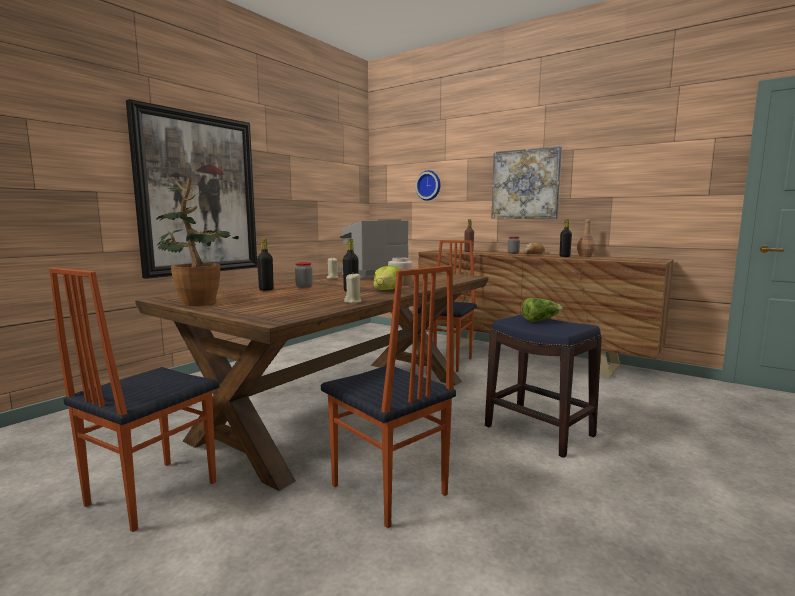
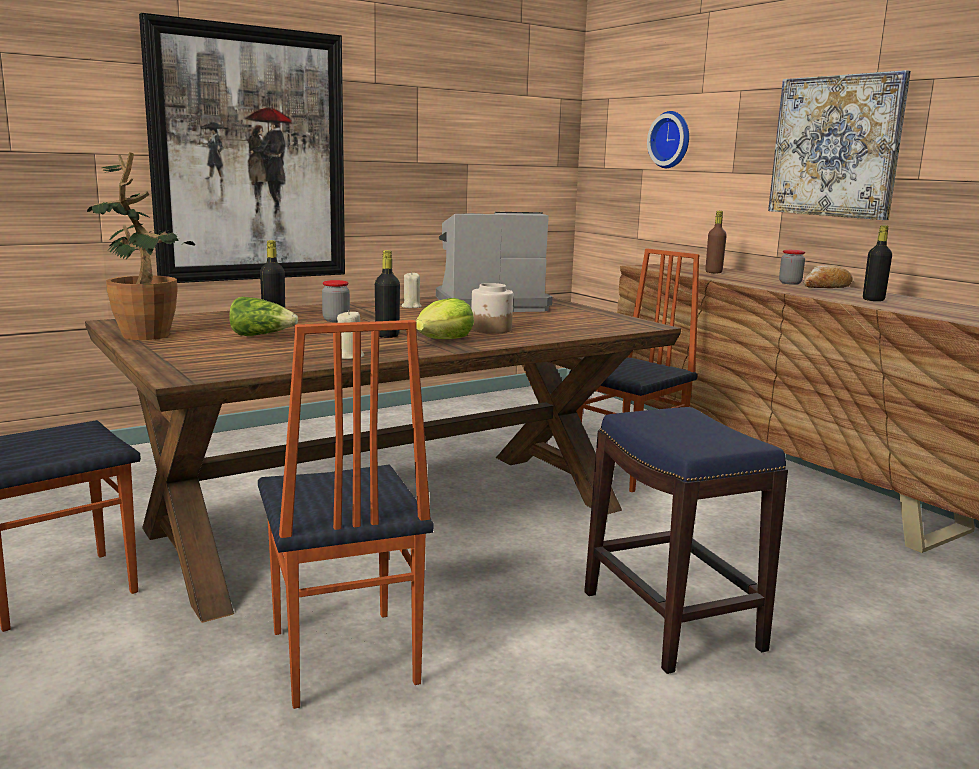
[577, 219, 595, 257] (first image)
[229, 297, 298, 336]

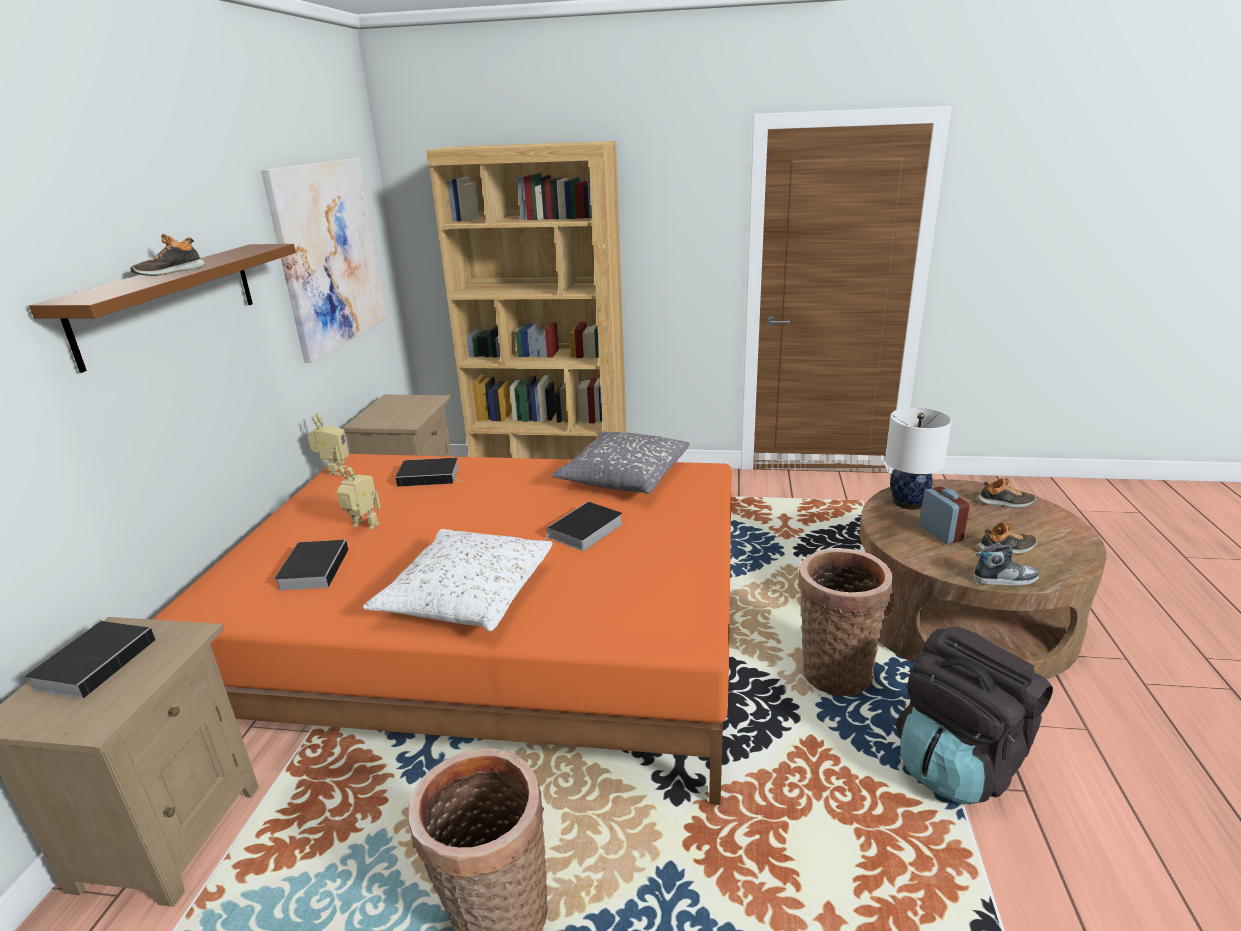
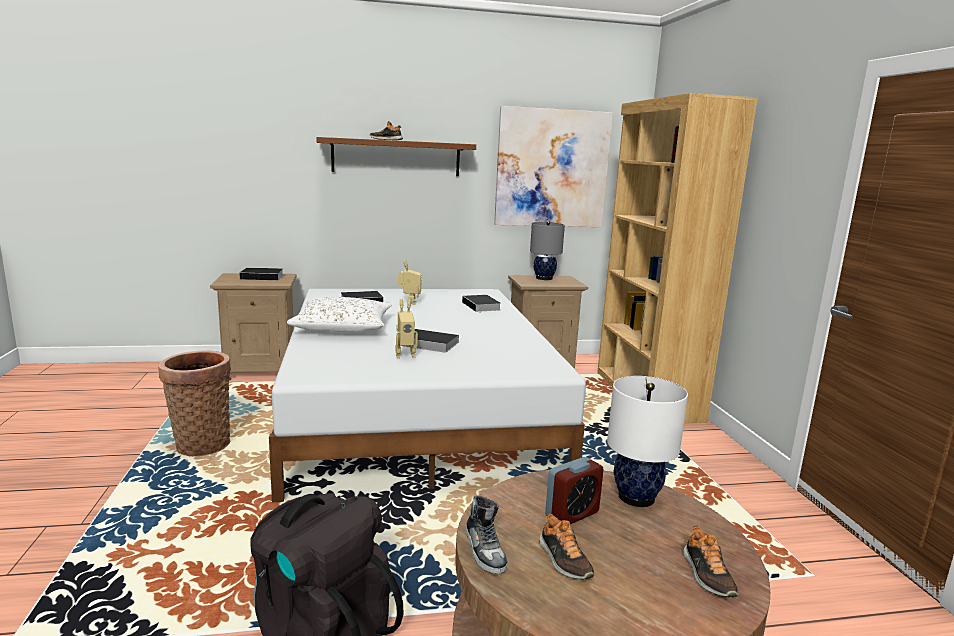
[552, 431, 690, 494] (first image)
[798, 548, 893, 696] (first image)
[530, 221, 565, 280]
[395, 299, 418, 358]
[269, 289, 586, 502]

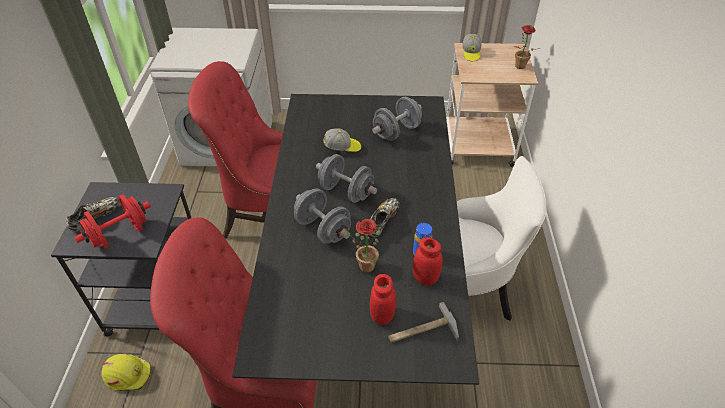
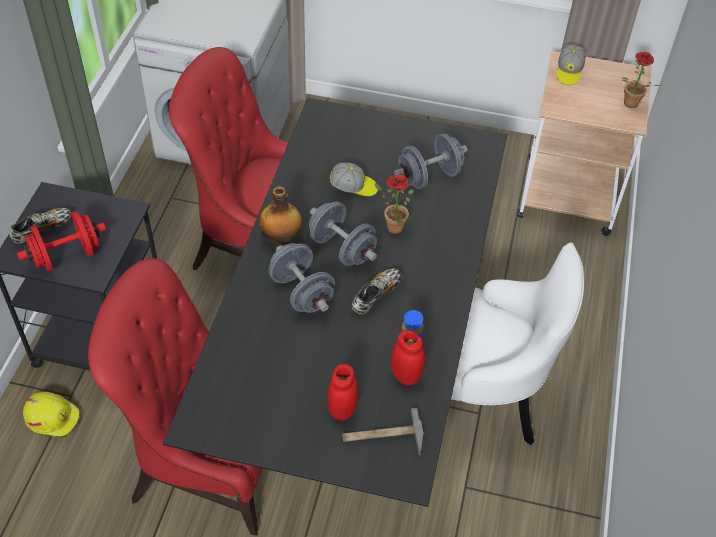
[258, 186, 302, 247]
[375, 175, 414, 234]

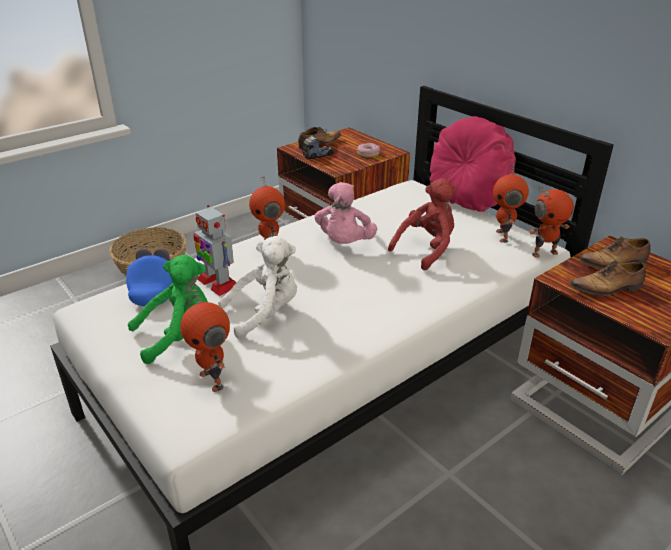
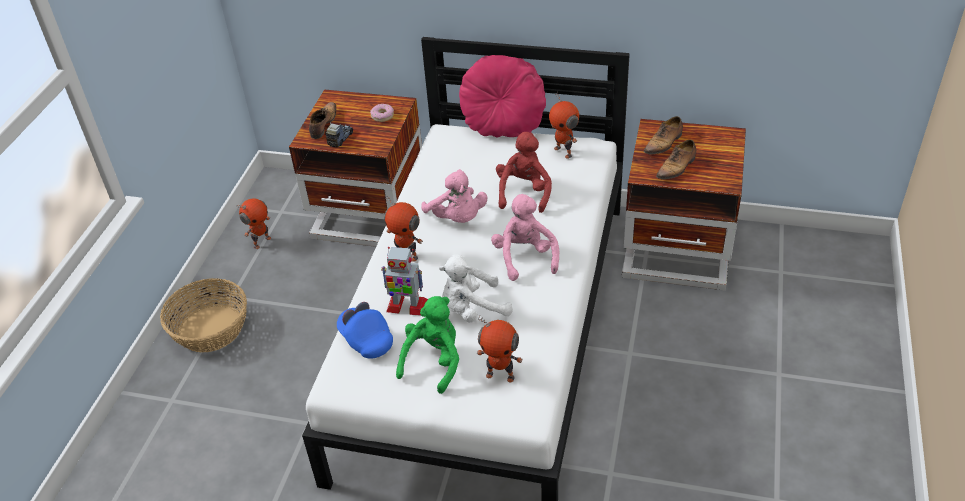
[491, 194, 559, 281]
[237, 198, 271, 249]
[439, 254, 513, 323]

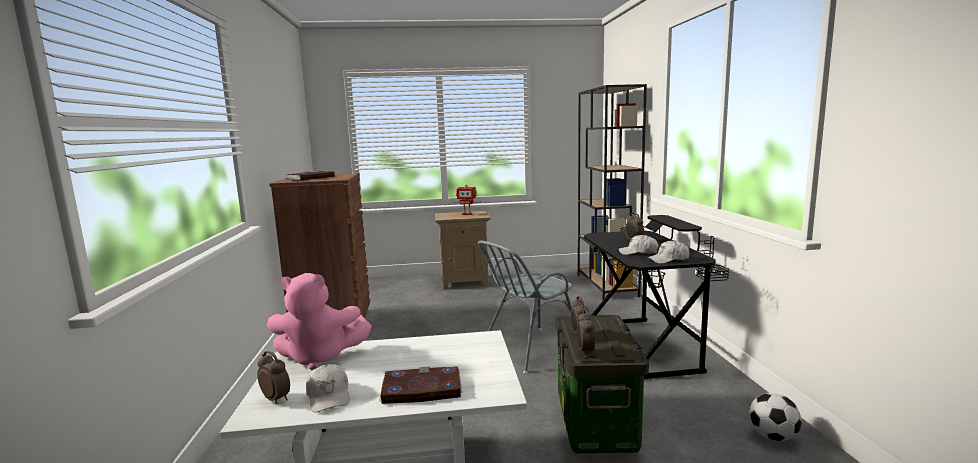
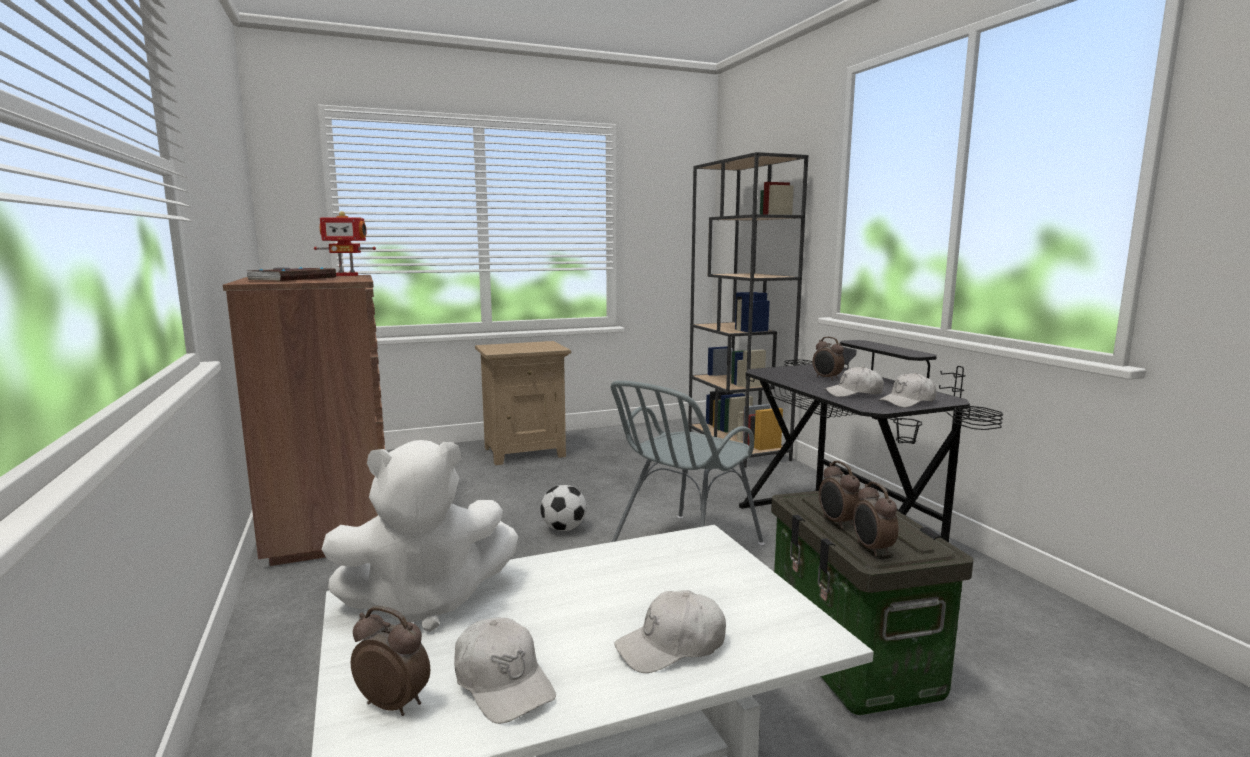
[314, 211, 376, 276]
[540, 485, 587, 531]
[614, 590, 726, 673]
[322, 440, 518, 632]

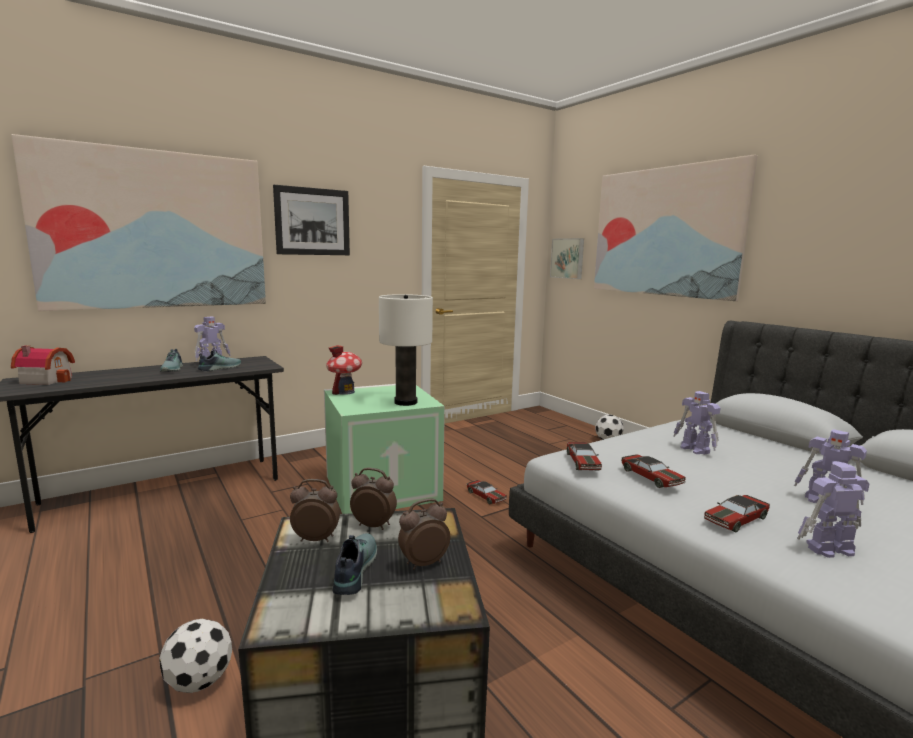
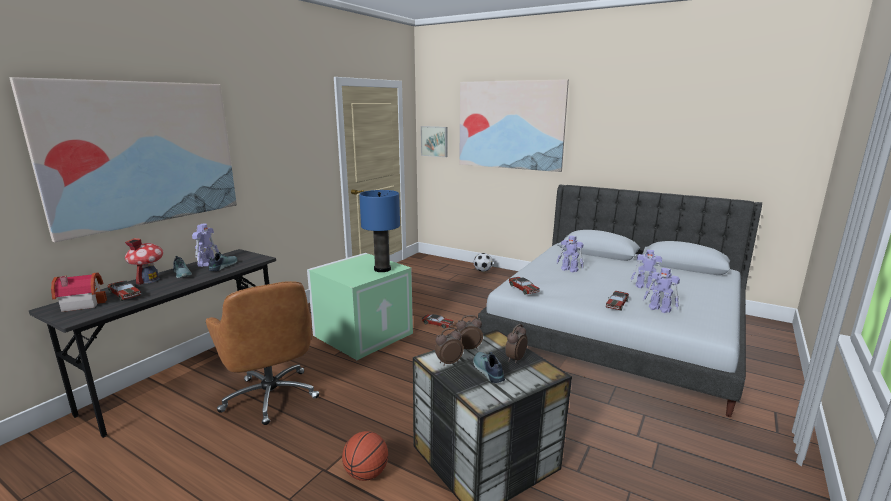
[273, 185, 350, 255] (first image)
[206, 281, 319, 425]
[125, 238, 163, 285]
[108, 281, 141, 301]
[342, 431, 388, 481]
[359, 190, 400, 272]
[643, 268, 680, 313]

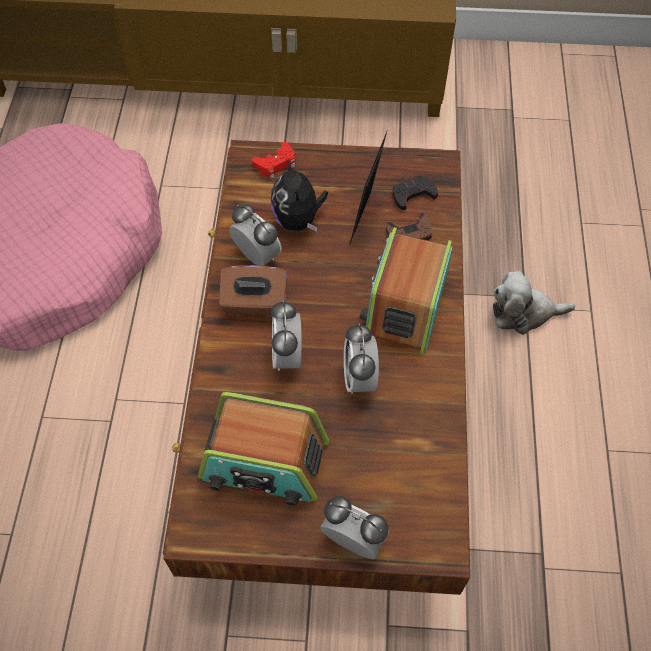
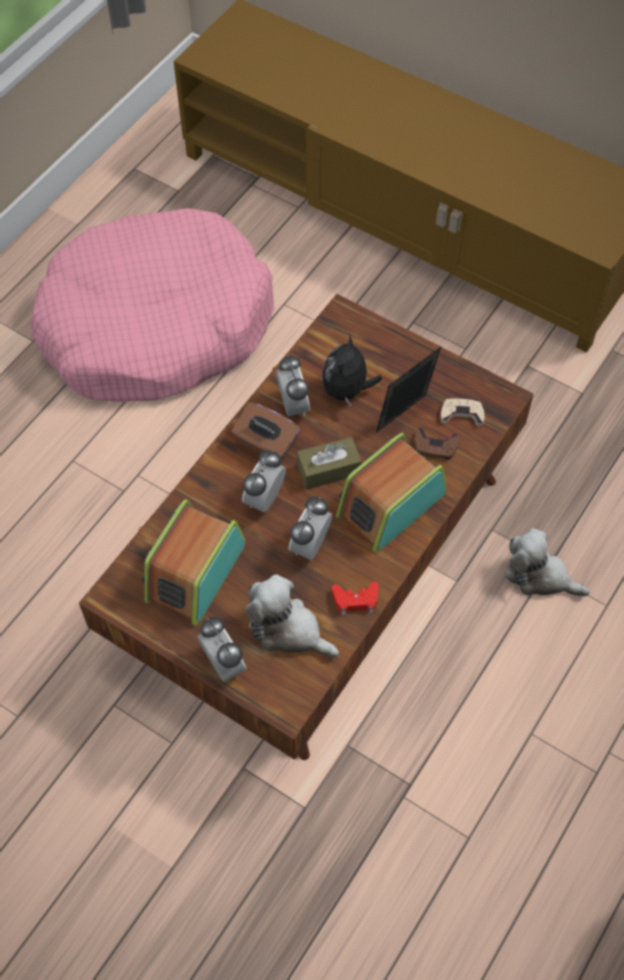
[245, 574, 339, 658]
[297, 437, 362, 489]
[332, 581, 379, 615]
[440, 398, 485, 427]
[141, 499, 246, 626]

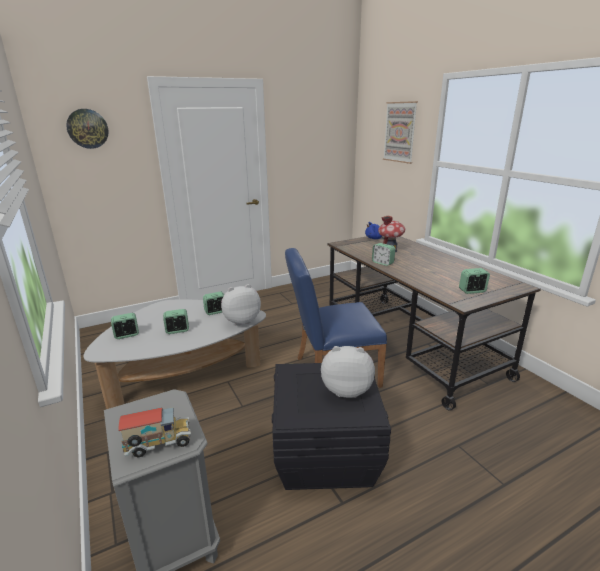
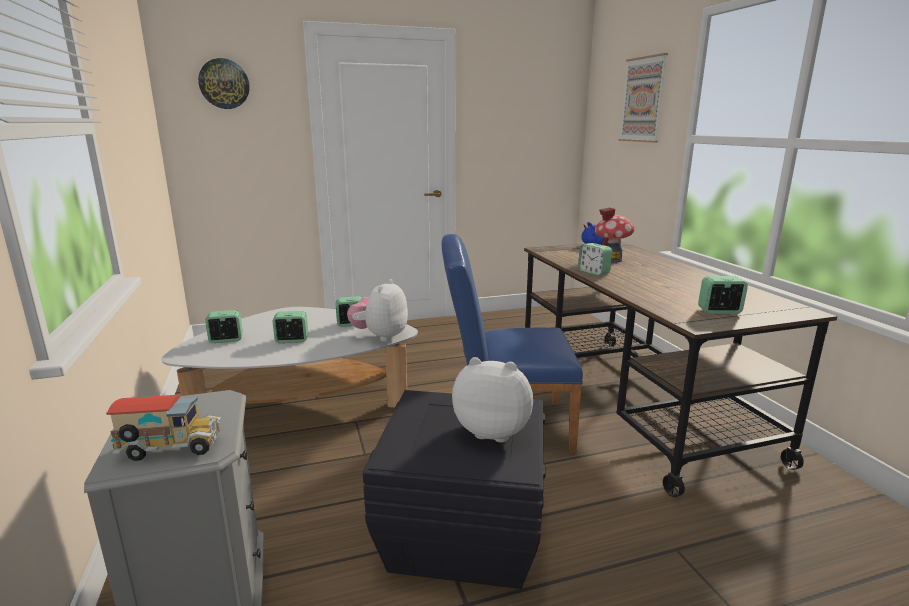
[347, 279, 408, 341]

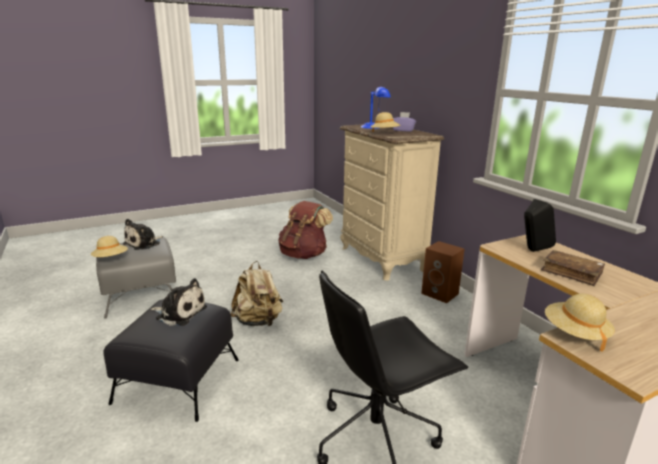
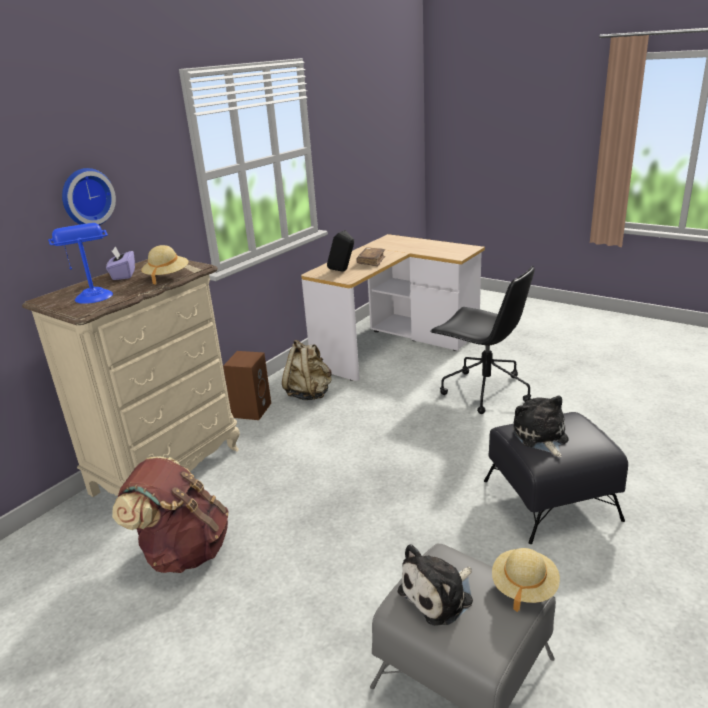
[545, 294, 615, 352] (first image)
[62, 168, 116, 225]
[282, 340, 332, 400]
[397, 544, 473, 626]

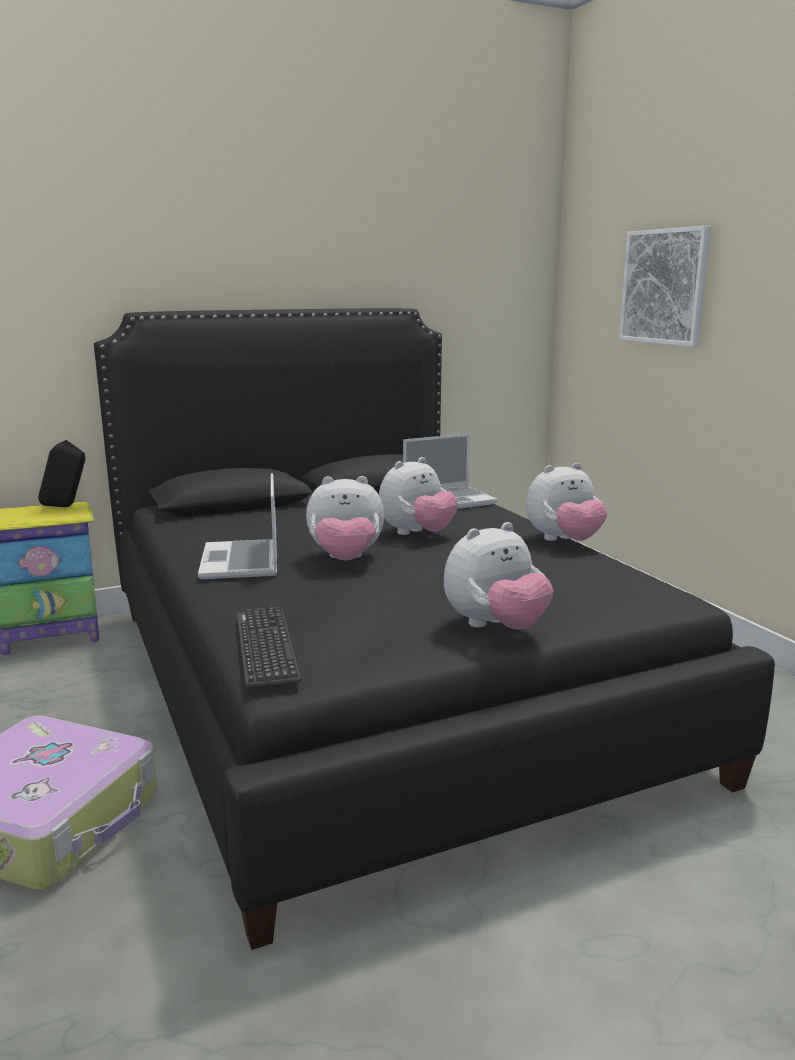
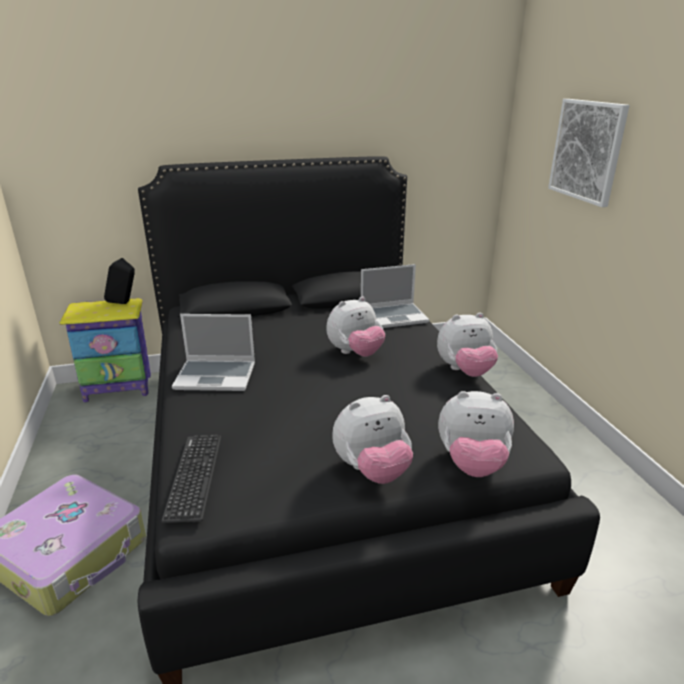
[438, 391, 514, 477]
[172, 314, 255, 391]

